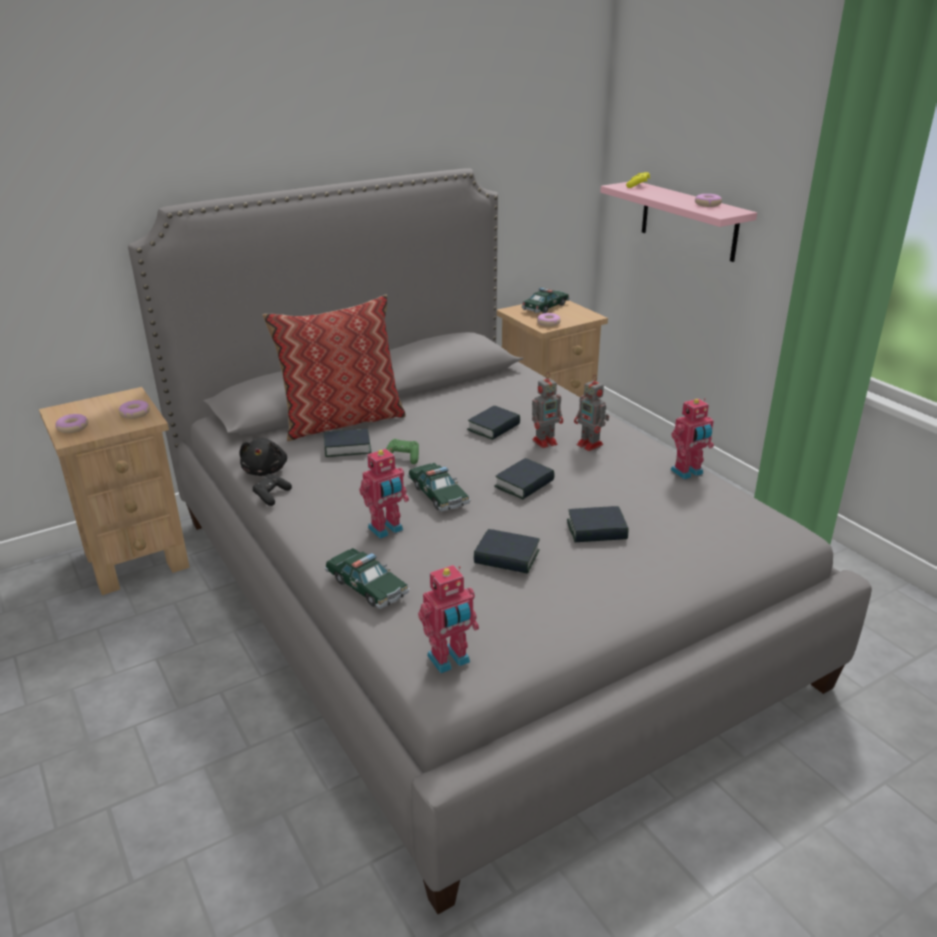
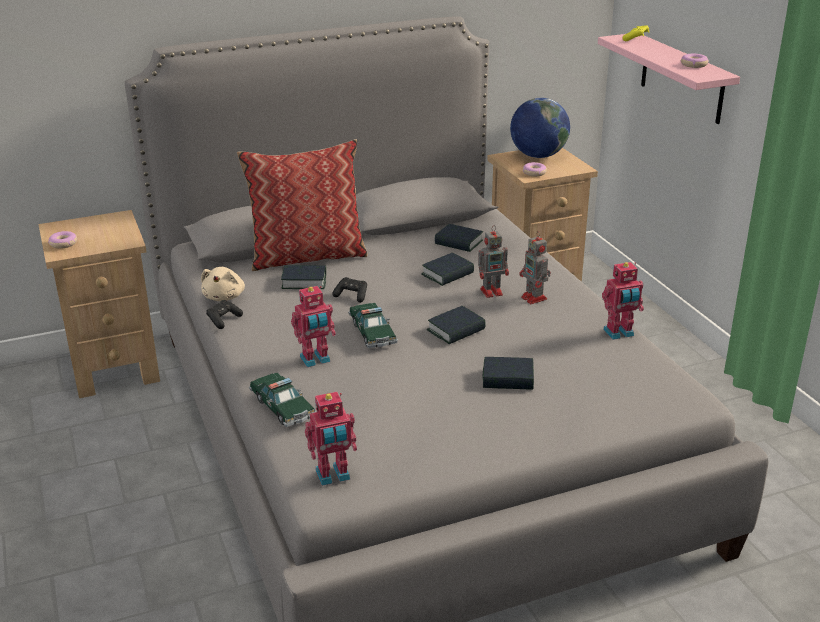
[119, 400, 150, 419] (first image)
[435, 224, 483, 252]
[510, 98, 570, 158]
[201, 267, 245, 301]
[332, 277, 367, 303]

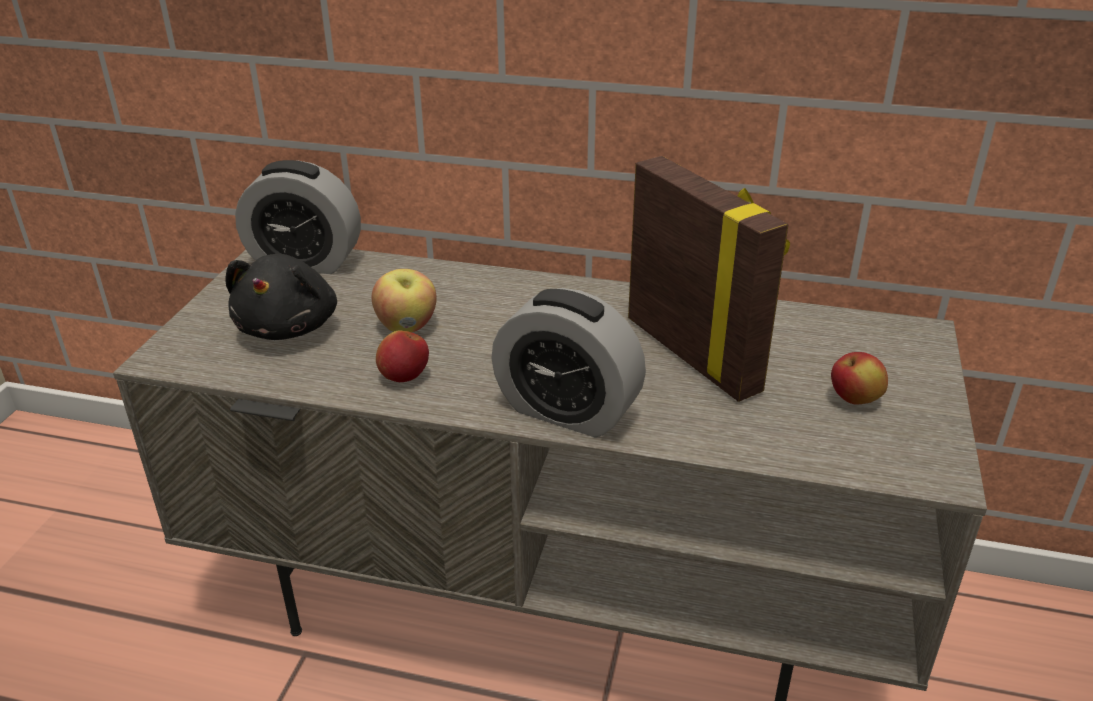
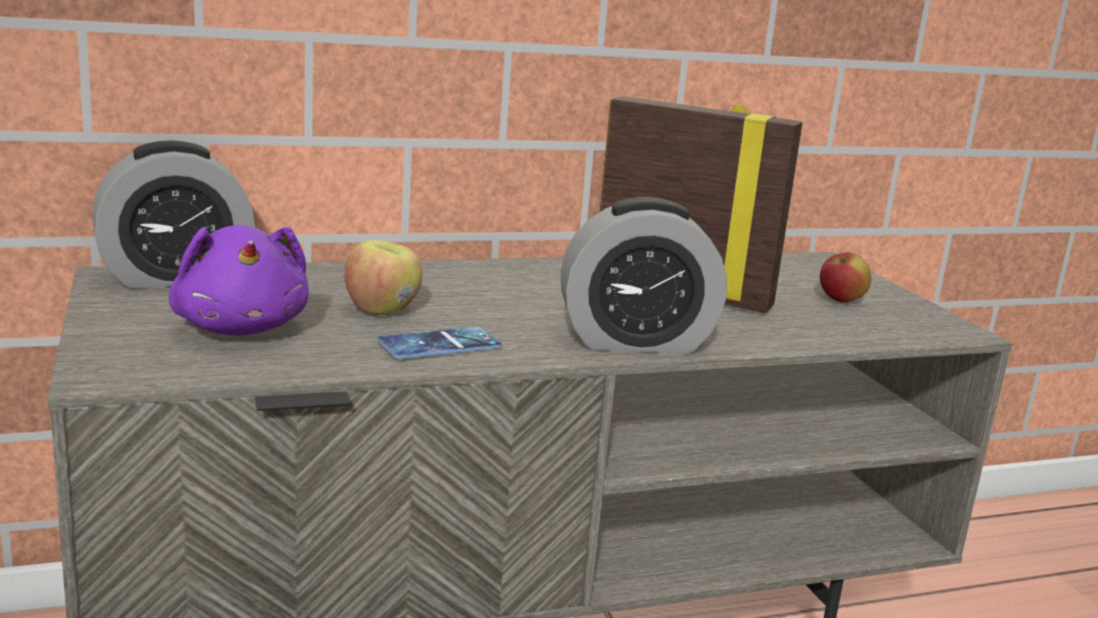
[377, 327, 502, 359]
[169, 225, 308, 336]

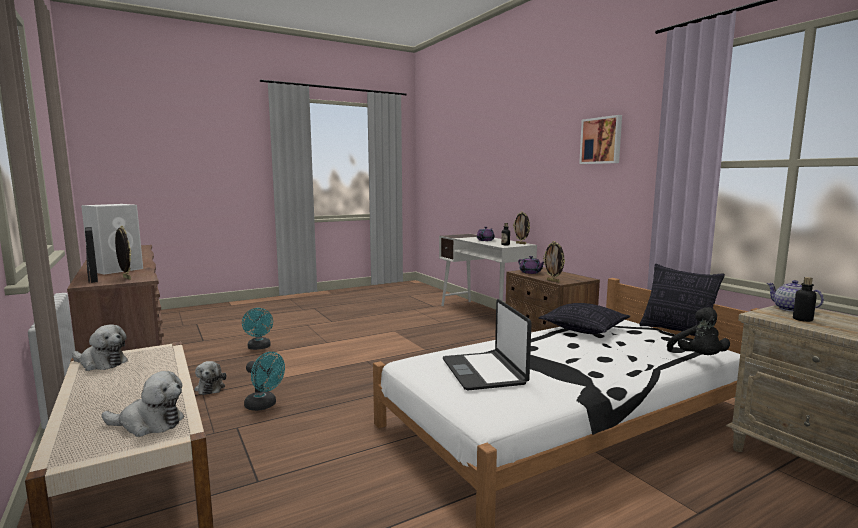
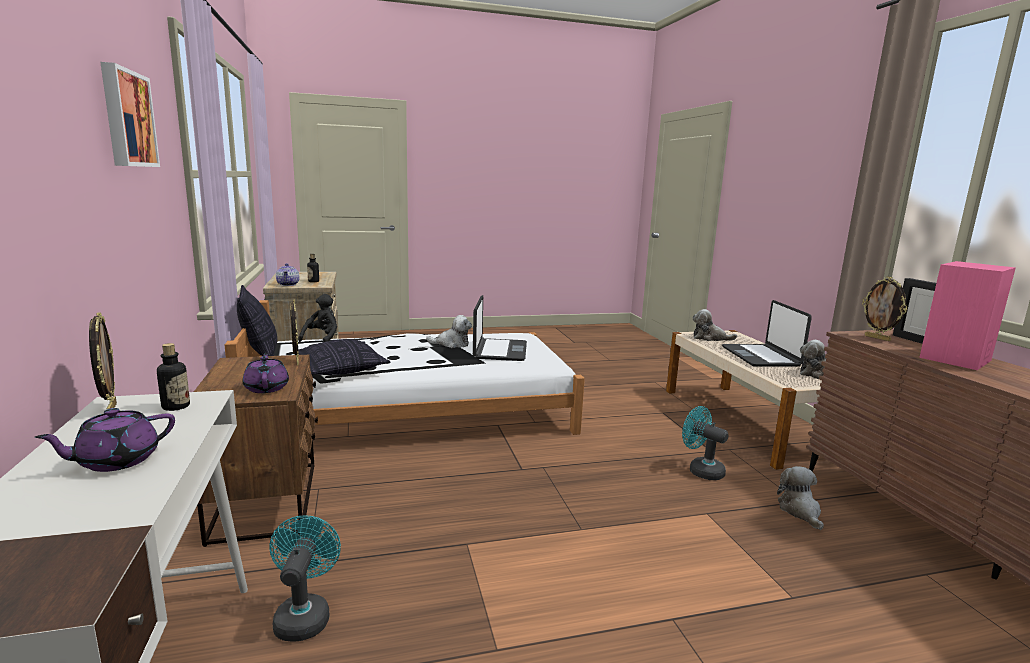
[426, 315, 472, 348]
[722, 300, 812, 367]
[269, 515, 341, 642]
[919, 261, 1016, 370]

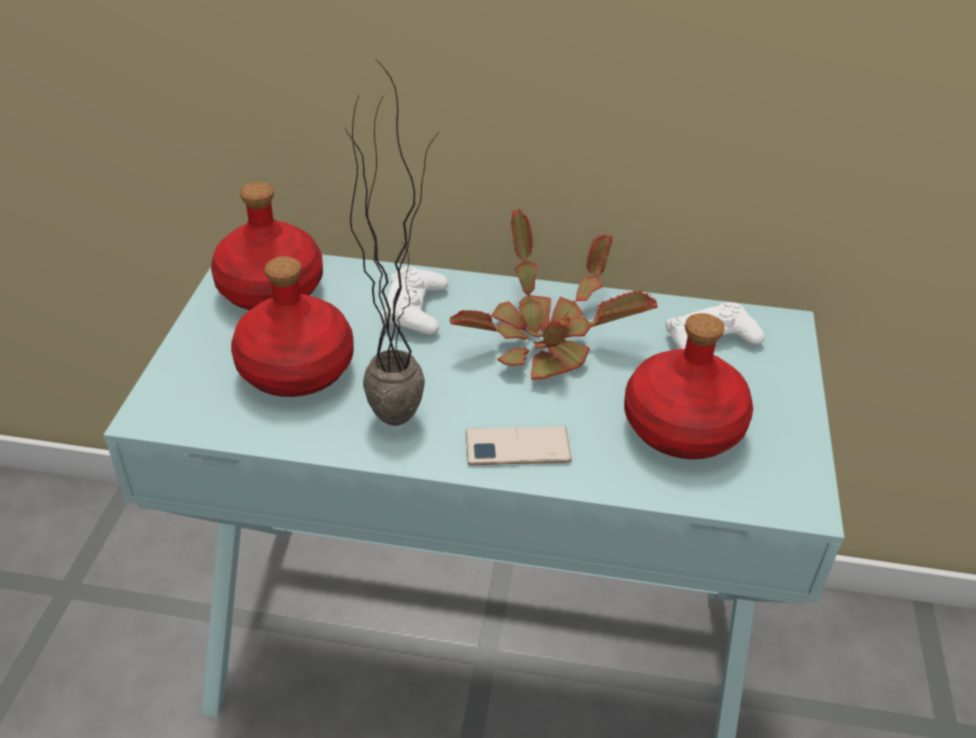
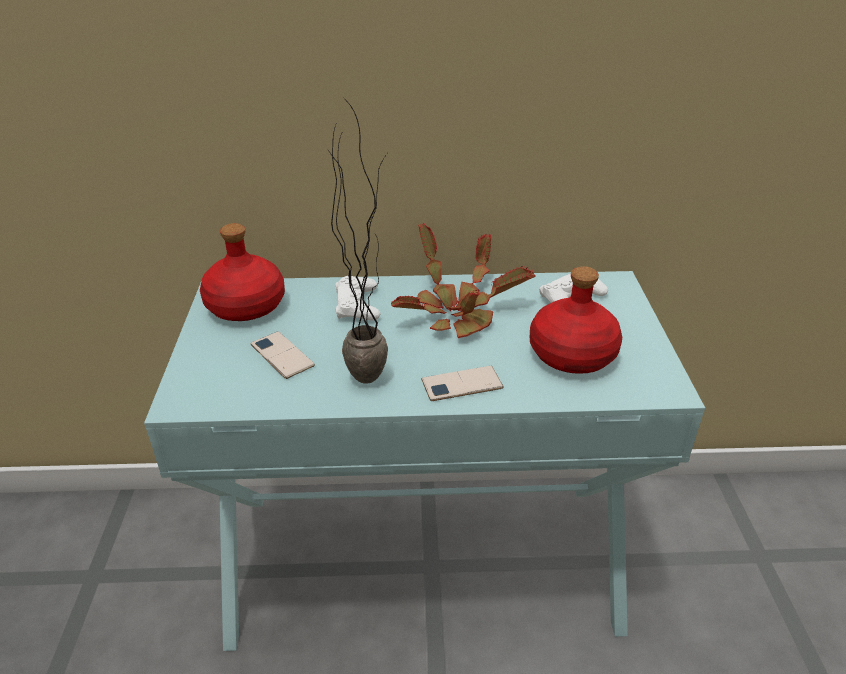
[250, 331, 315, 379]

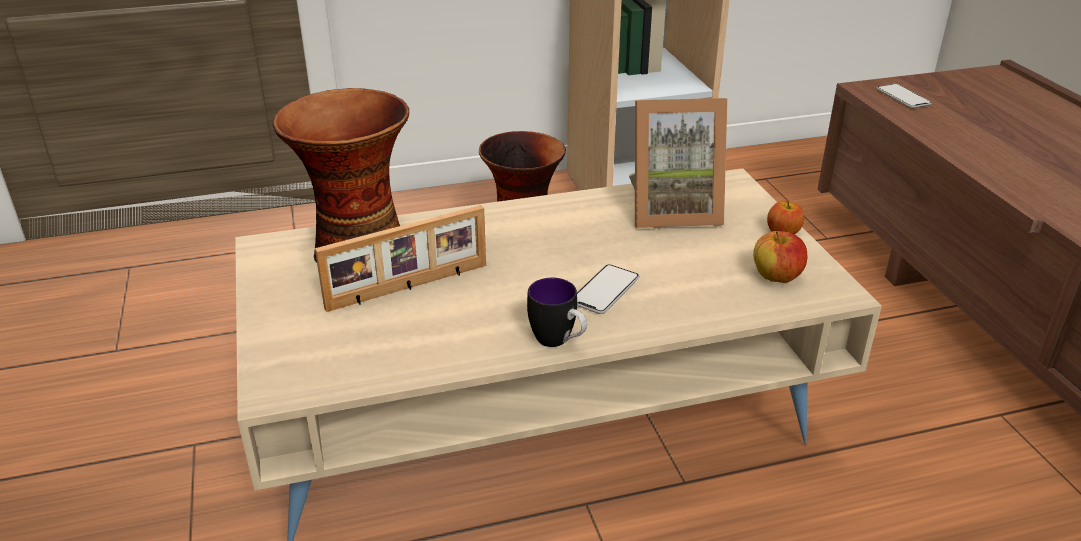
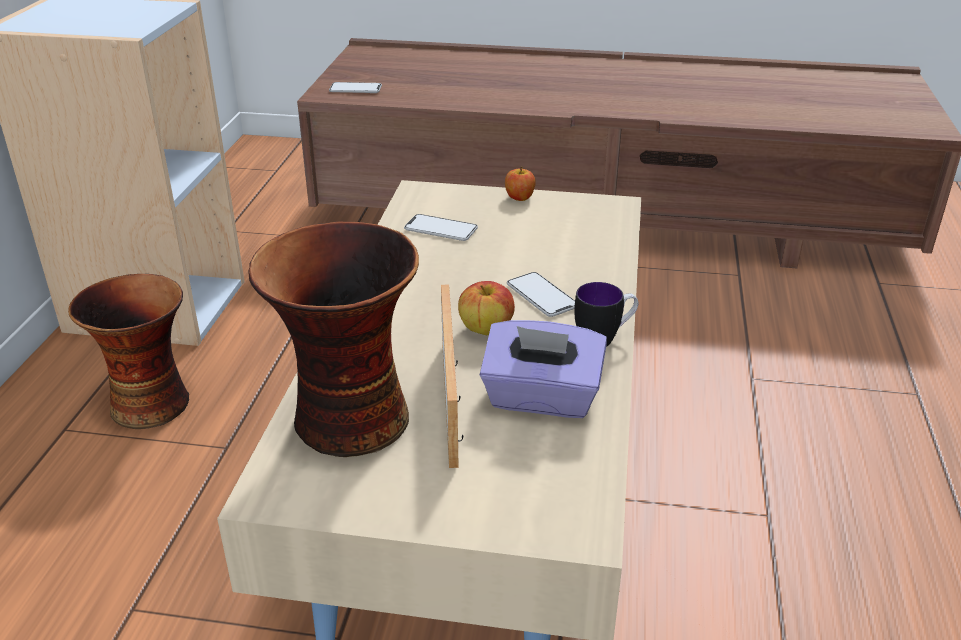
[480, 320, 607, 418]
[458, 281, 515, 335]
[404, 214, 478, 241]

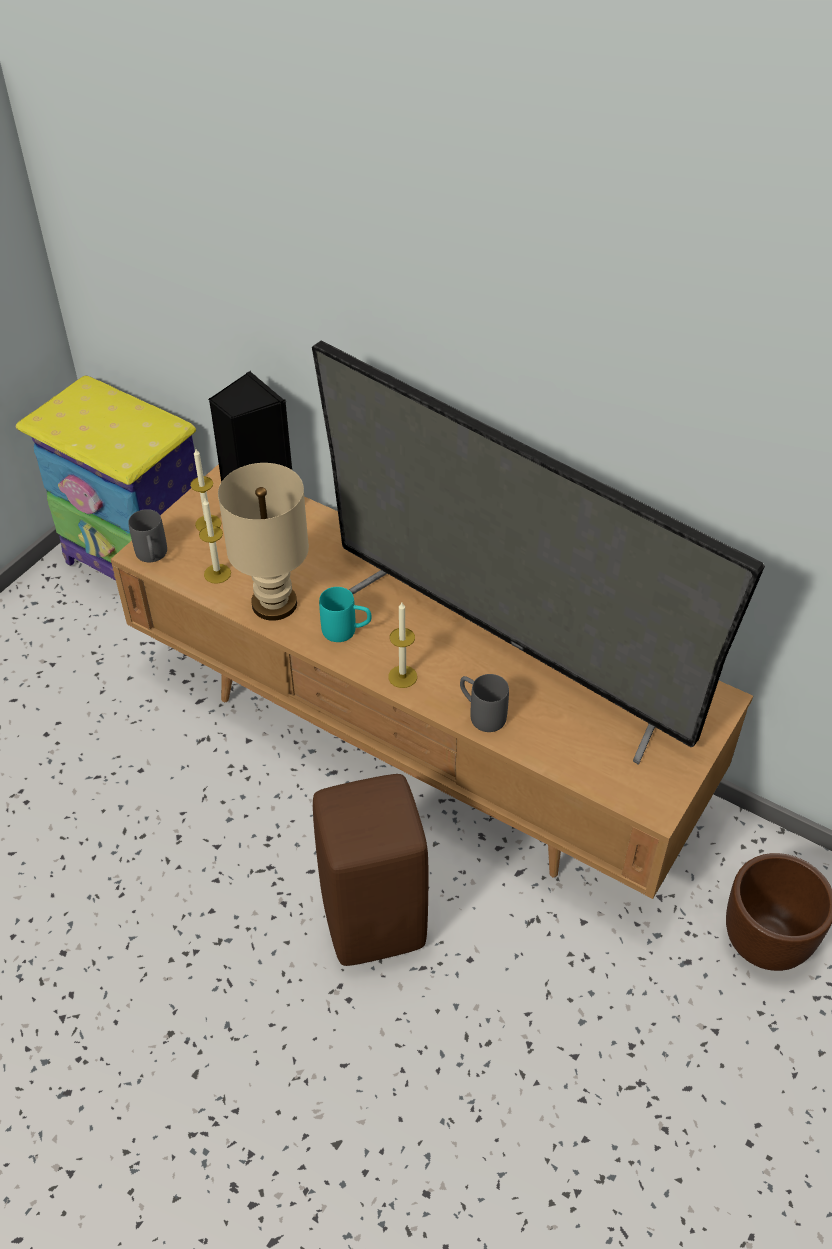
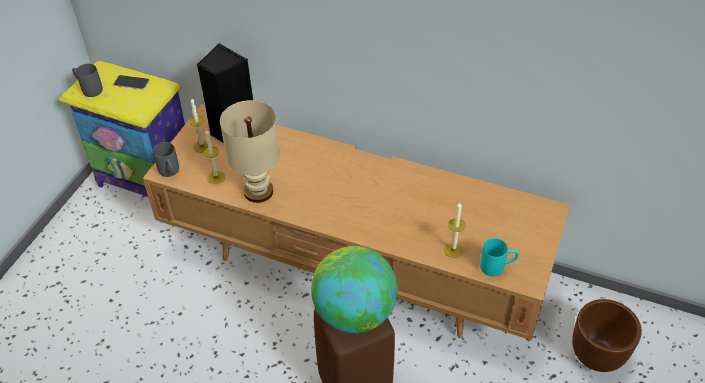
[312, 340, 765, 765] (first image)
[113, 75, 149, 89]
[311, 246, 398, 333]
[480, 238, 519, 276]
[444, 203, 465, 258]
[72, 64, 103, 97]

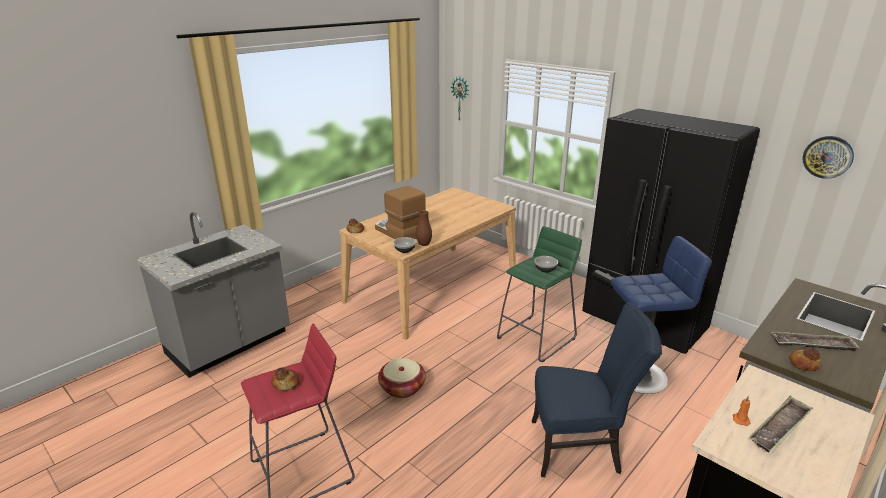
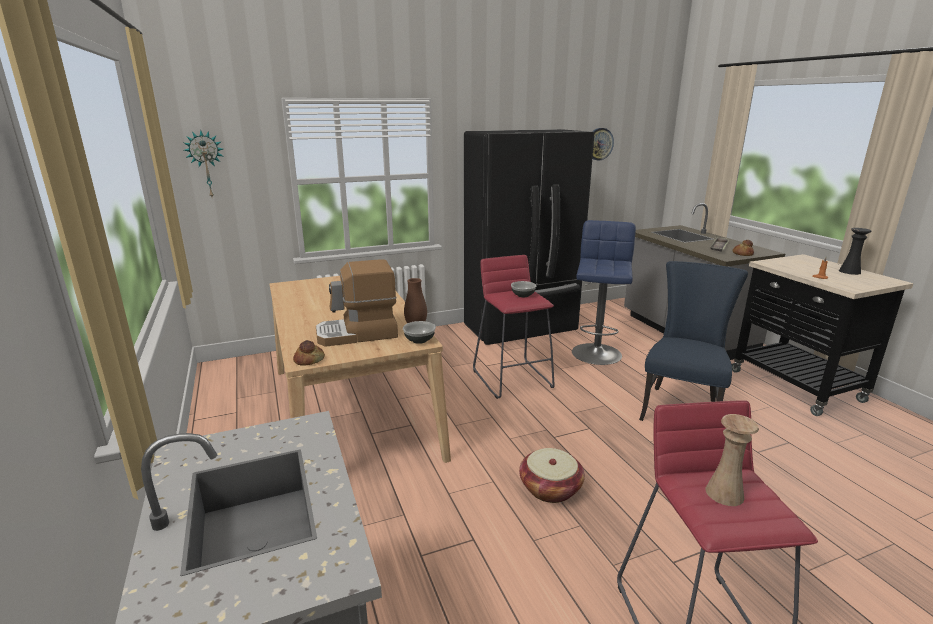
[749, 396, 813, 452] (first image)
[839, 228, 872, 275]
[705, 414, 759, 506]
[473, 255, 555, 399]

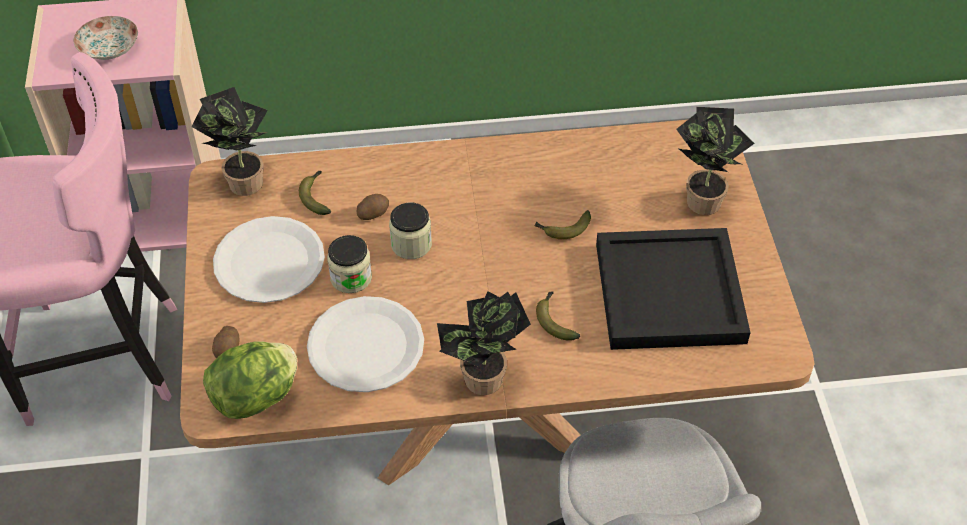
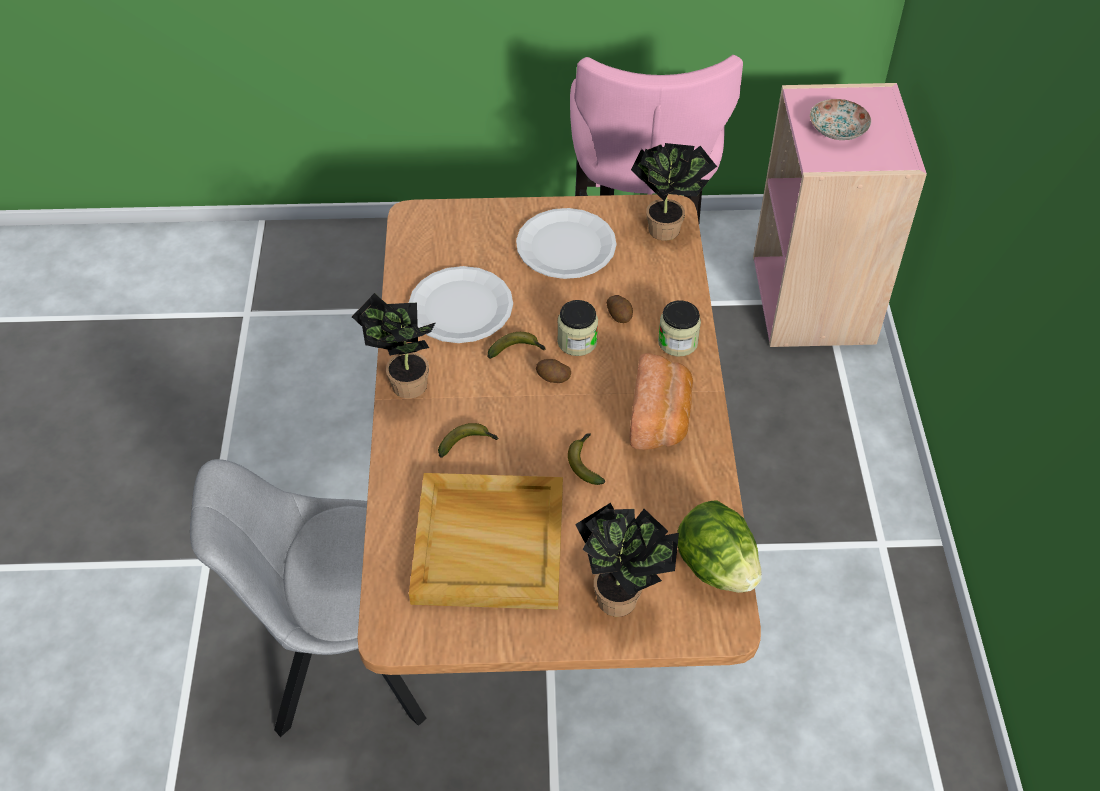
[629, 353, 693, 450]
[677, 500, 762, 593]
[536, 359, 571, 383]
[487, 332, 546, 359]
[658, 300, 701, 356]
[409, 473, 563, 610]

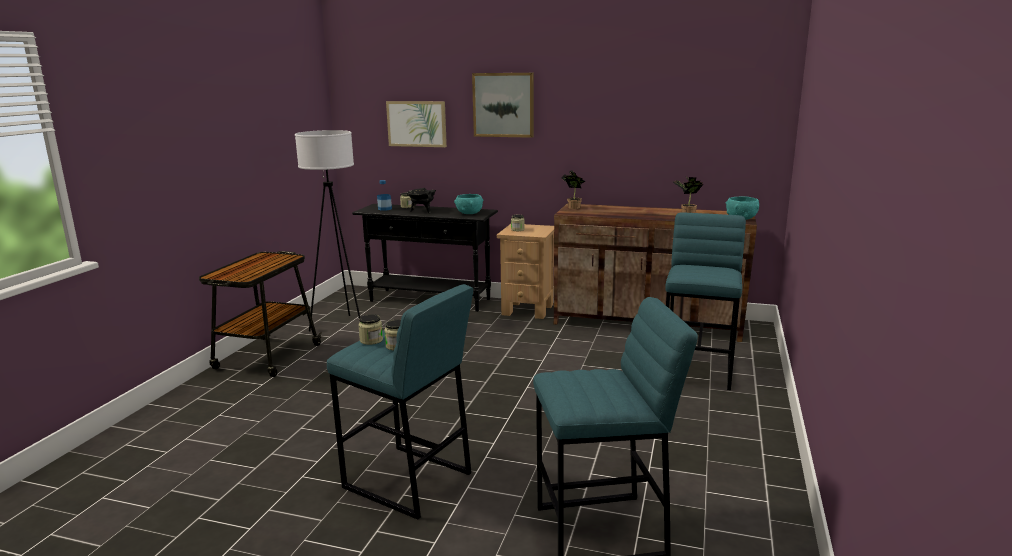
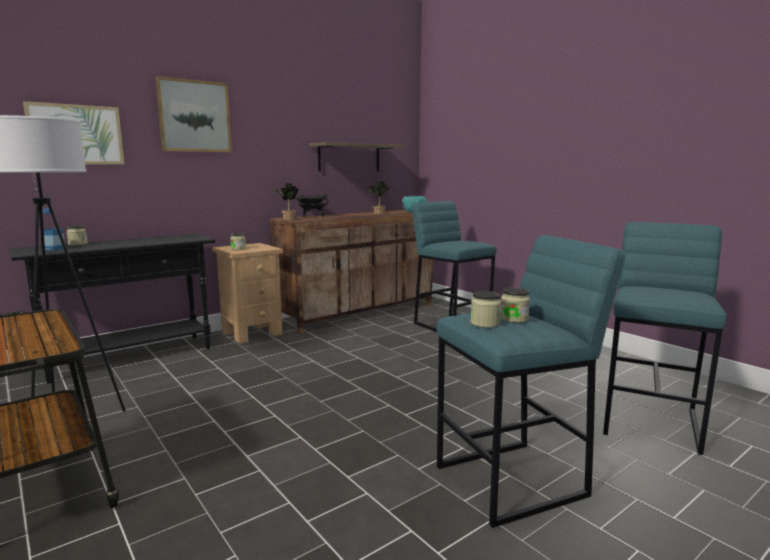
[454, 194, 483, 214] (first image)
[309, 142, 404, 172]
[295, 193, 328, 218]

